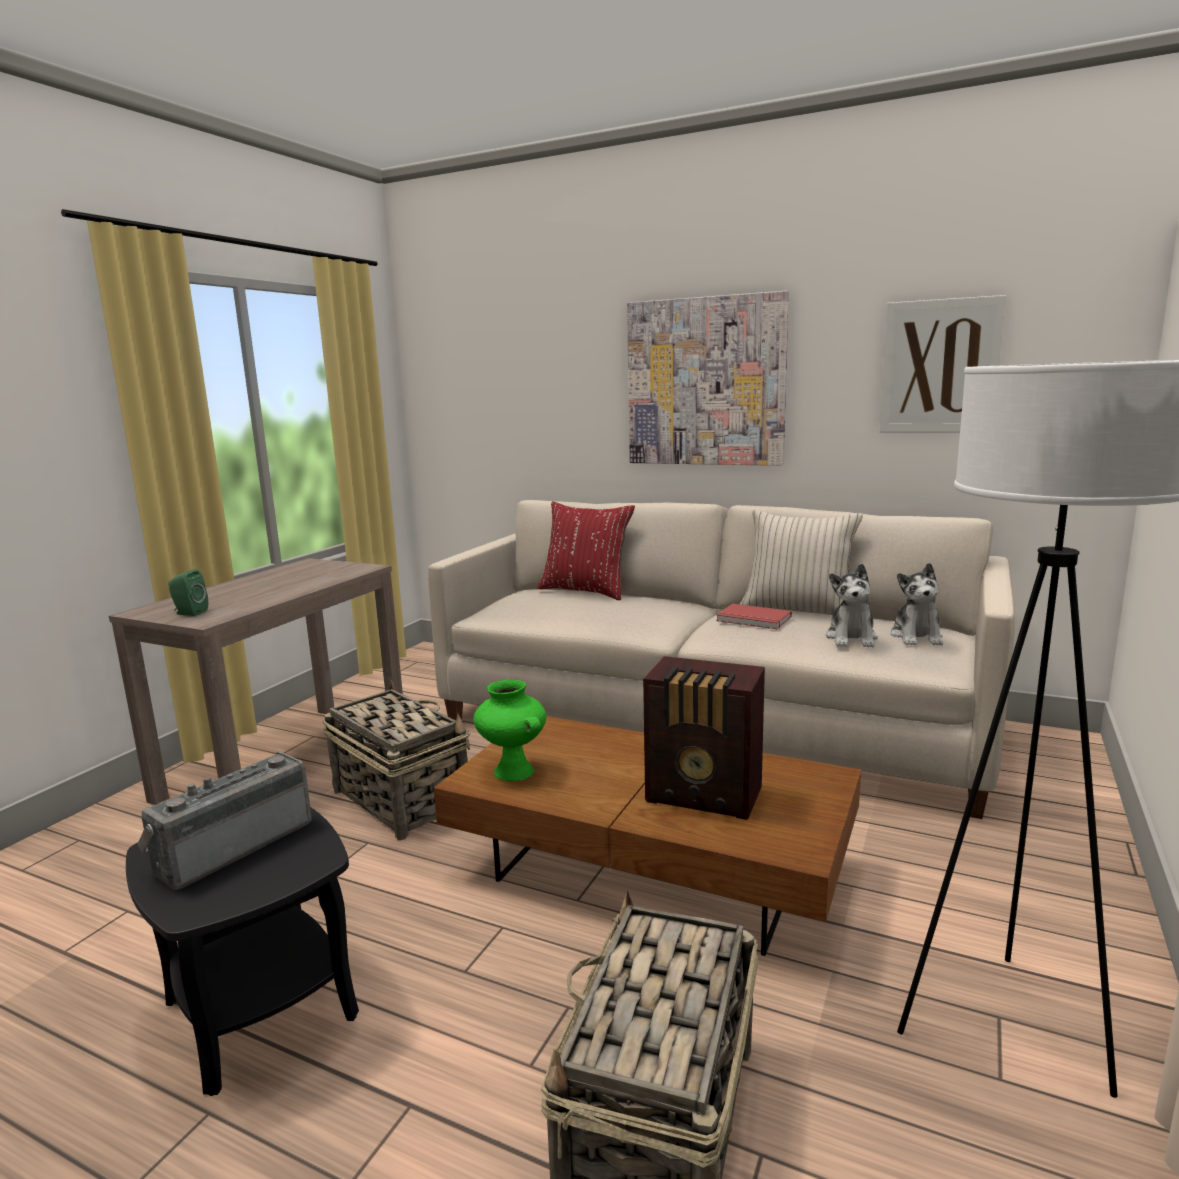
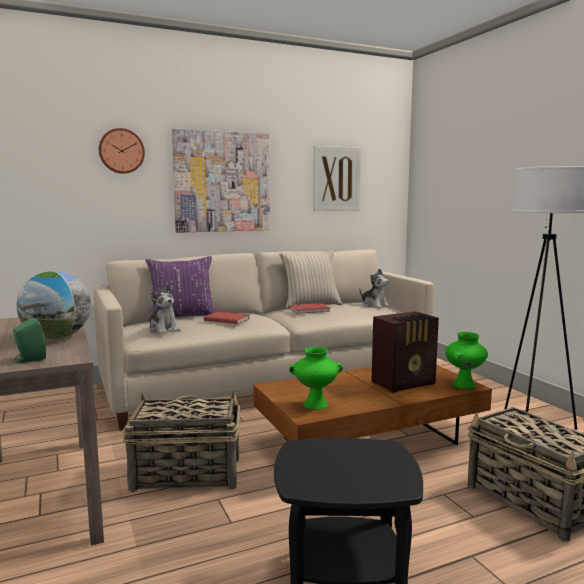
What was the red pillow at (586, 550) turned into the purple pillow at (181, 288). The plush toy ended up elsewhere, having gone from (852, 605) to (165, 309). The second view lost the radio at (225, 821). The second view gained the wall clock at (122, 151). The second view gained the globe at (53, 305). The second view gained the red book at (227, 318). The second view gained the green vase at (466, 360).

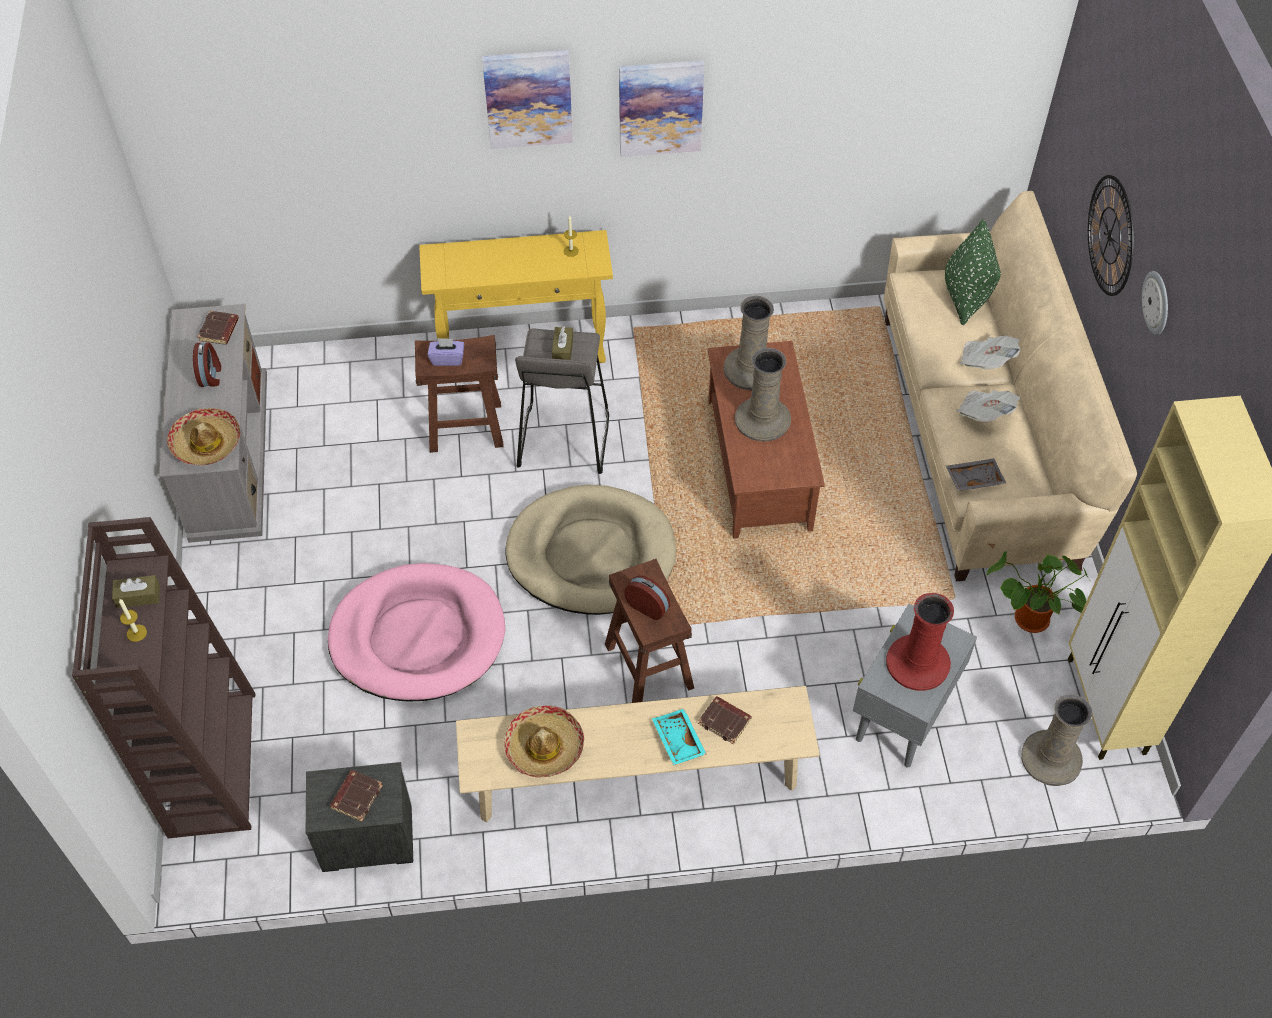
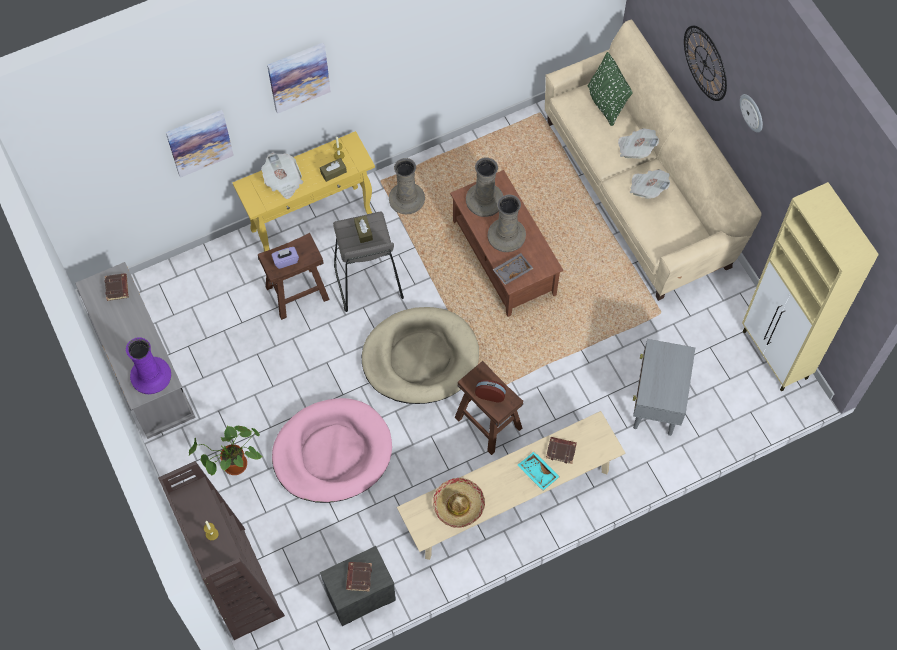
The picture ended up elsewhere, having gone from (661, 108) to (200, 144). The second view lost the alarm clock at (207, 364). Where the hat stood at (203, 436), the purple vase came to stand at (148, 365). The grey tray ended up elsewhere, having gone from (976, 474) to (513, 269). The potted plant ended up elsewhere, having gone from (1038, 592) to (225, 450). The brown tissue box ended up elsewhere, having gone from (136, 591) to (333, 170). The second view lost the red vase at (920, 642). The beige vase ended up elsewhere, having gone from (1056, 740) to (407, 186). The second view gained the newspaper at (282, 176).

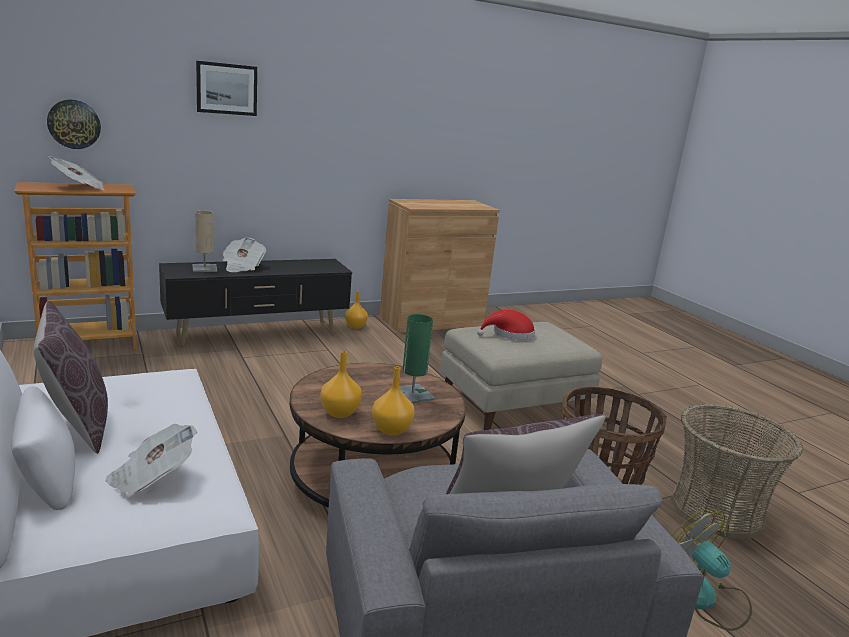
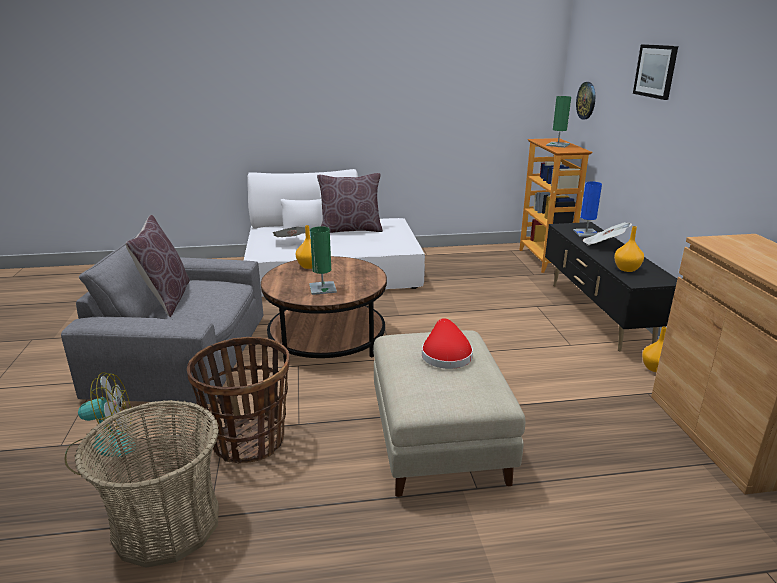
Where the newspaper stood at (76, 173), the green table lamp came to stand at (558, 122). What was the beige table lamp at (204, 241) turned into the blue table lamp at (587, 209). The orange vase ended up elsewhere, having gone from (393, 401) to (629, 249).

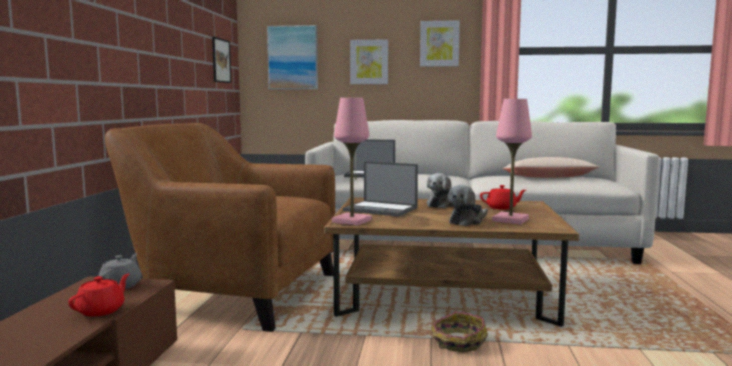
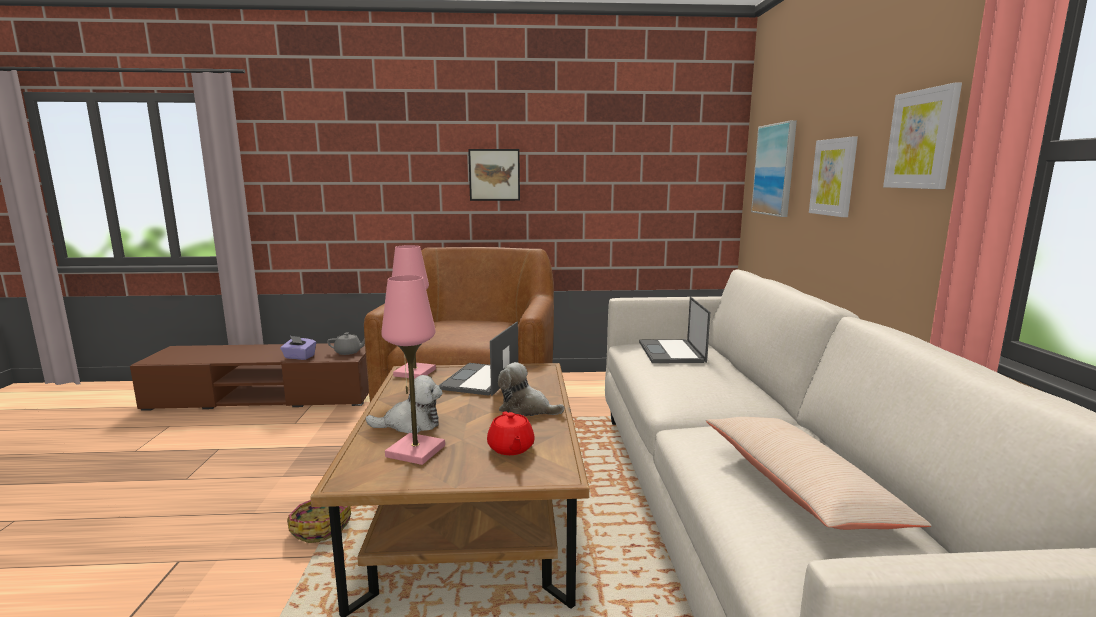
The picture ended up elsewhere, having gone from (221, 60) to (494, 175). The plush toy at (468, 205) ended up facing another way, 135 degrees clockwise from before. Where the red teapot stood at (98, 295), the purple tissue box came to stand at (298, 348).

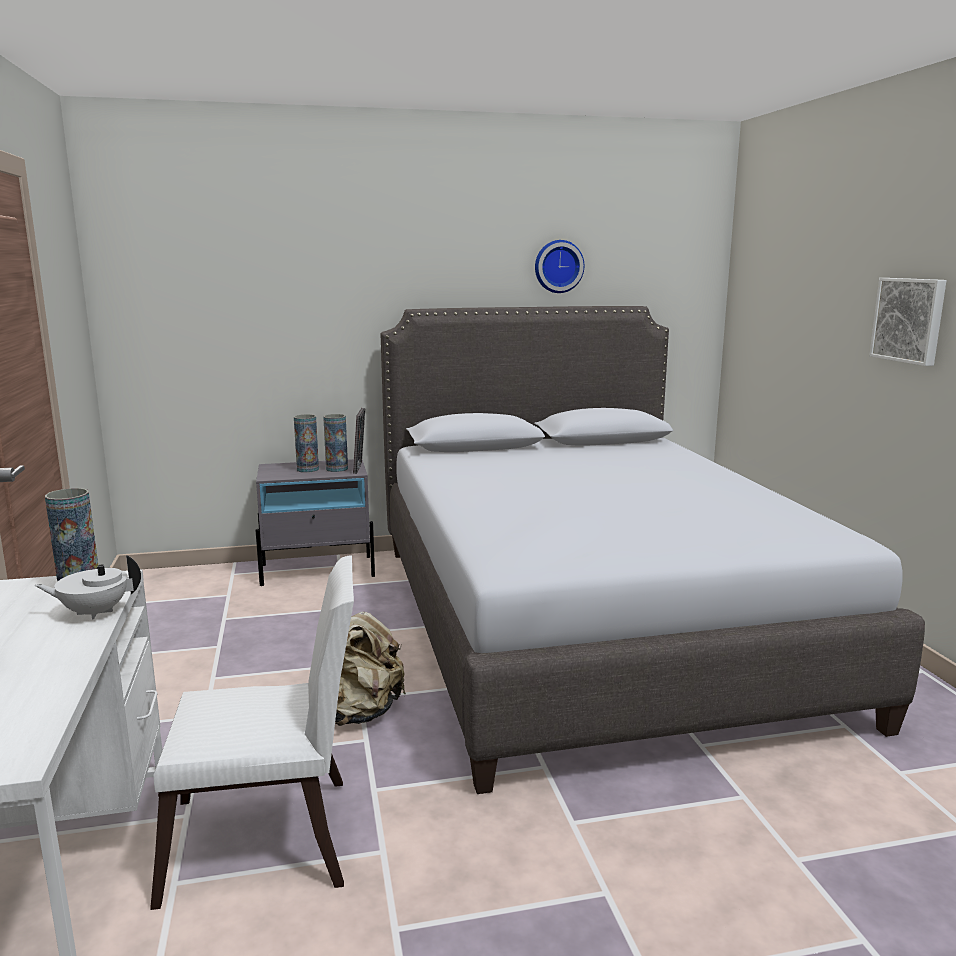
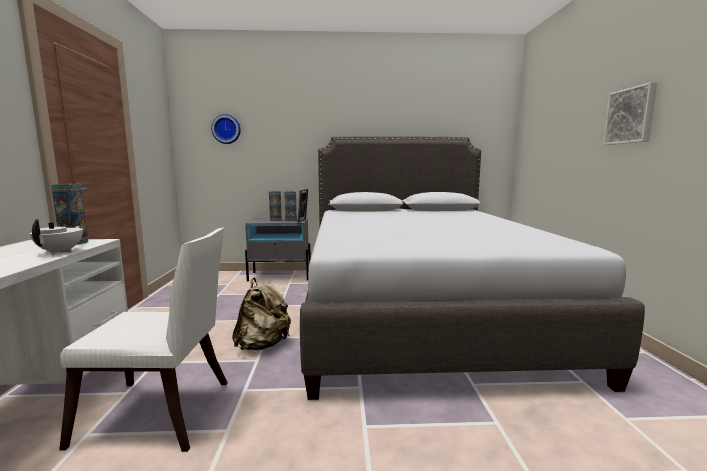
The wall clock ended up elsewhere, having gone from (559, 266) to (226, 129). The white teapot at (88, 587) ended up facing another way, 90 degrees clockwise from before.

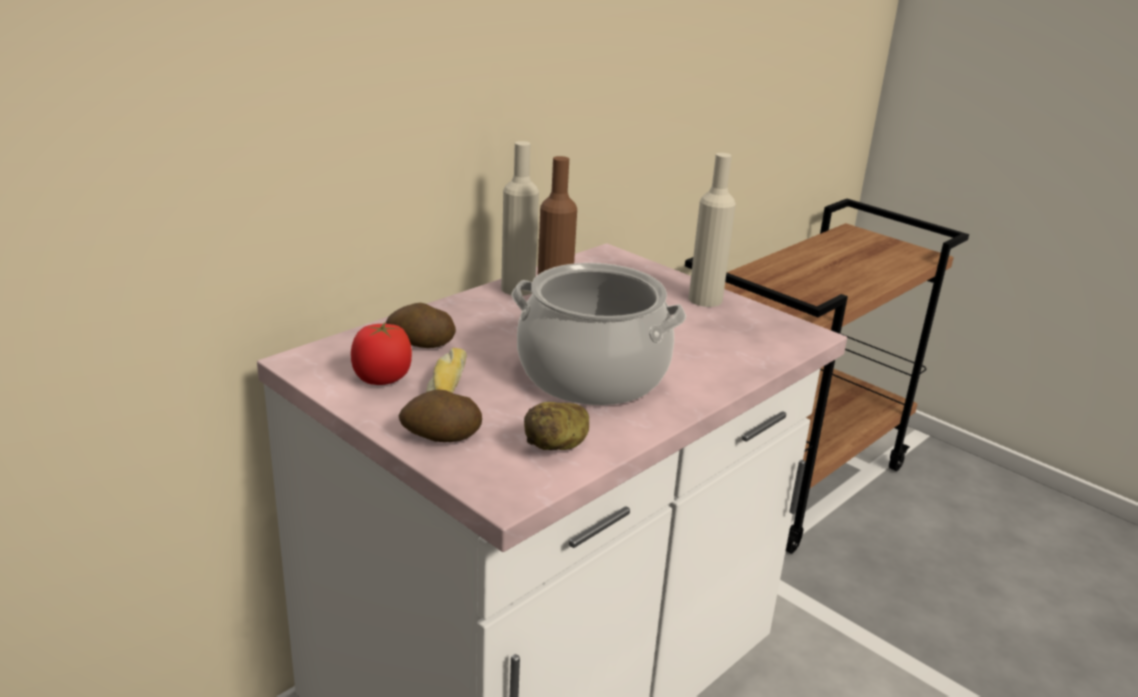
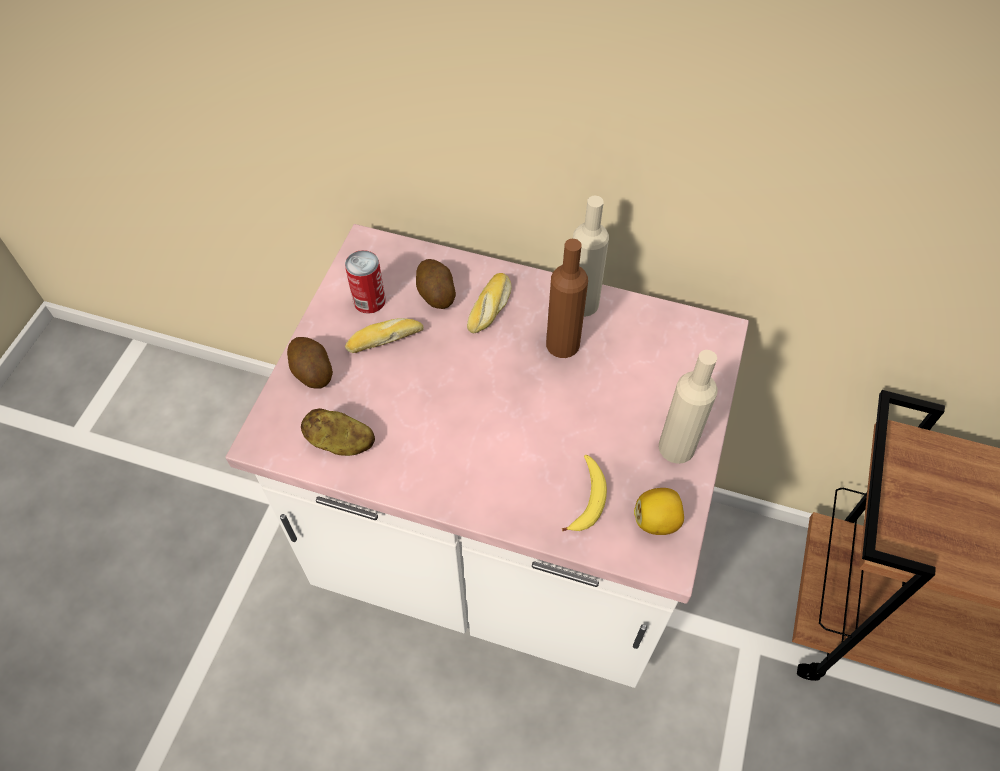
The second view lost the cooking pot at (599, 334). Where the tomato stood at (381, 353), the can came to stand at (365, 282). The second view gained the bread at (489, 303). The second view gained the banana at (584, 493). The second view gained the lemon at (659, 511).

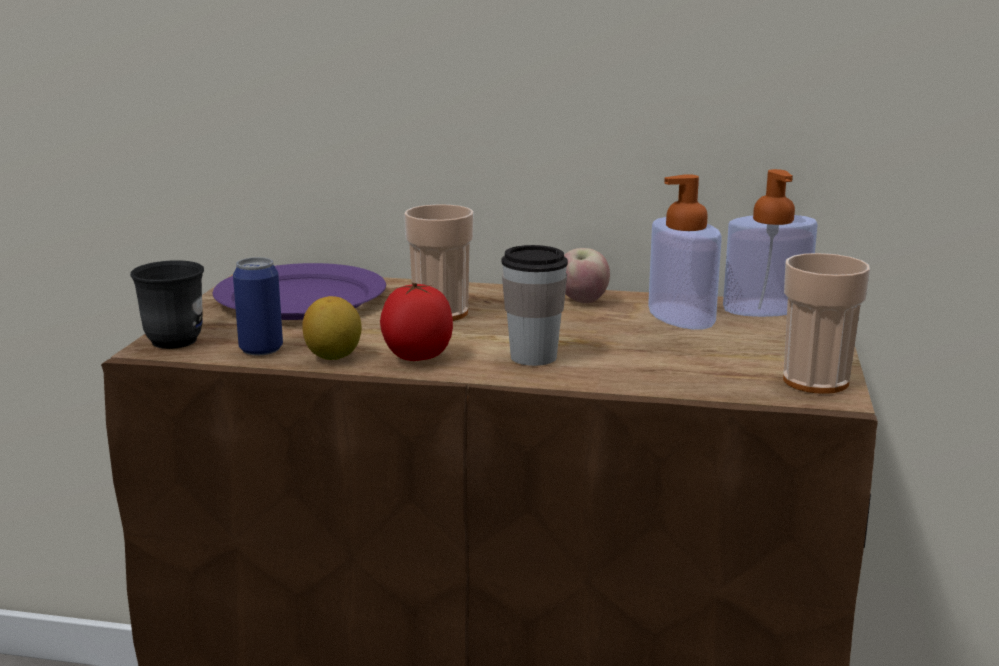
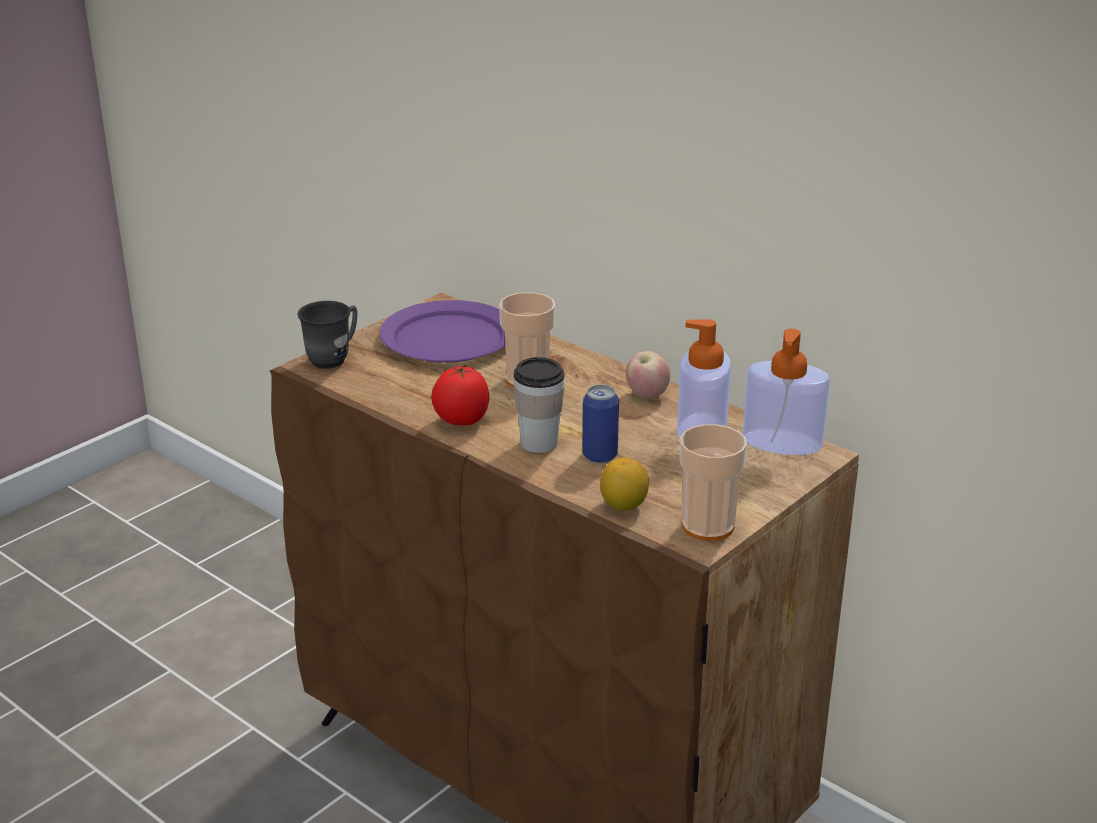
The can ended up elsewhere, having gone from (258, 306) to (600, 423). The lemon ended up elsewhere, having gone from (332, 328) to (624, 484).

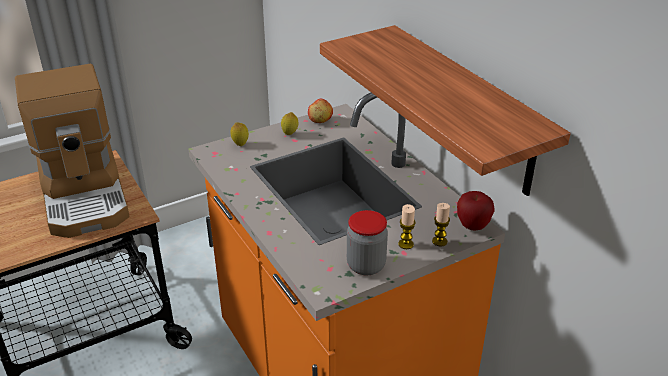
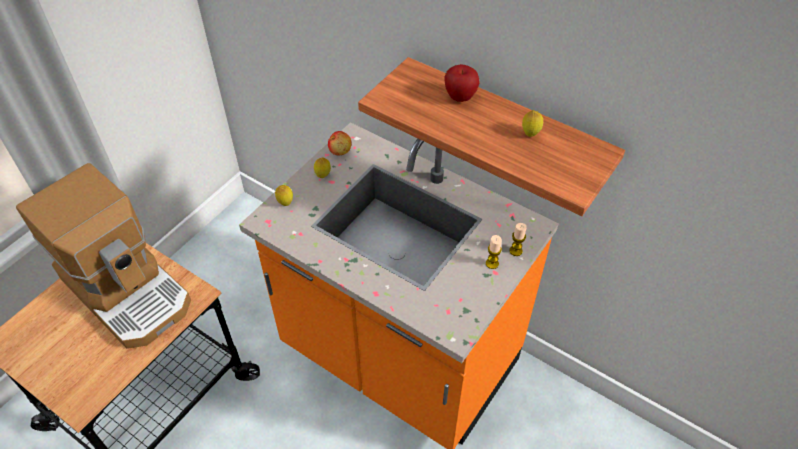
The apple ended up elsewhere, having gone from (476, 210) to (462, 83). The second view lost the jar at (367, 242). The second view gained the lemon at (532, 123).

